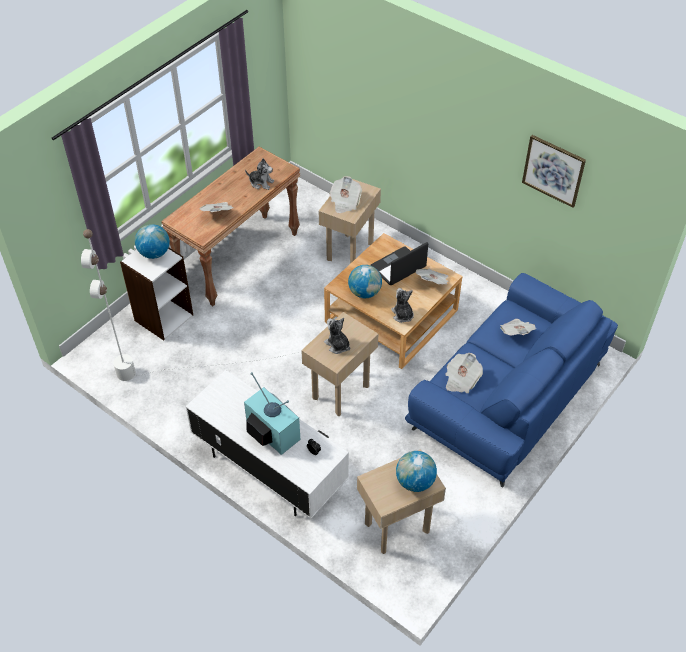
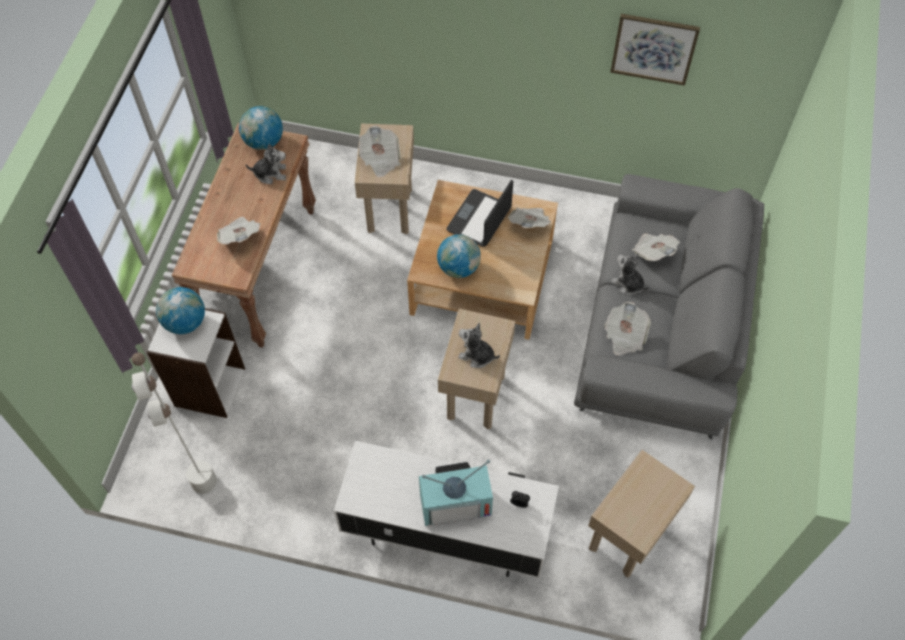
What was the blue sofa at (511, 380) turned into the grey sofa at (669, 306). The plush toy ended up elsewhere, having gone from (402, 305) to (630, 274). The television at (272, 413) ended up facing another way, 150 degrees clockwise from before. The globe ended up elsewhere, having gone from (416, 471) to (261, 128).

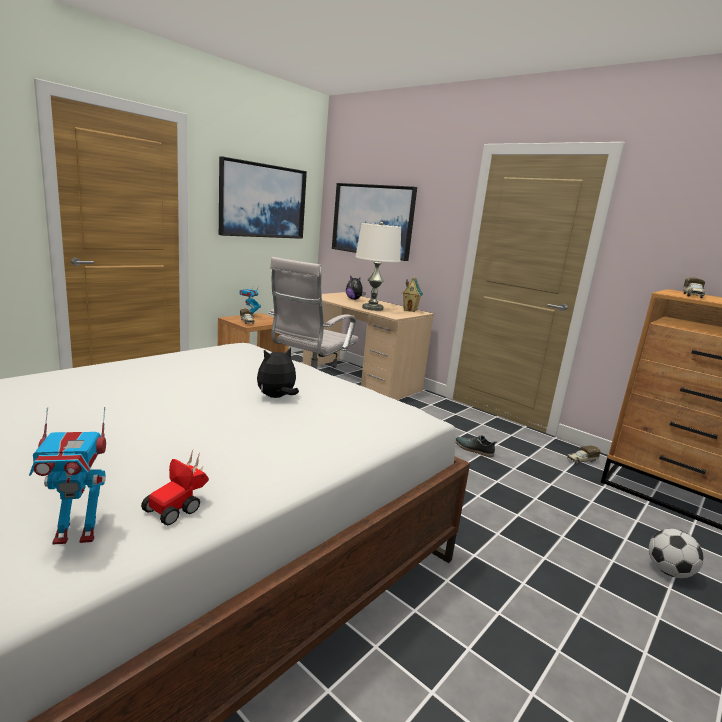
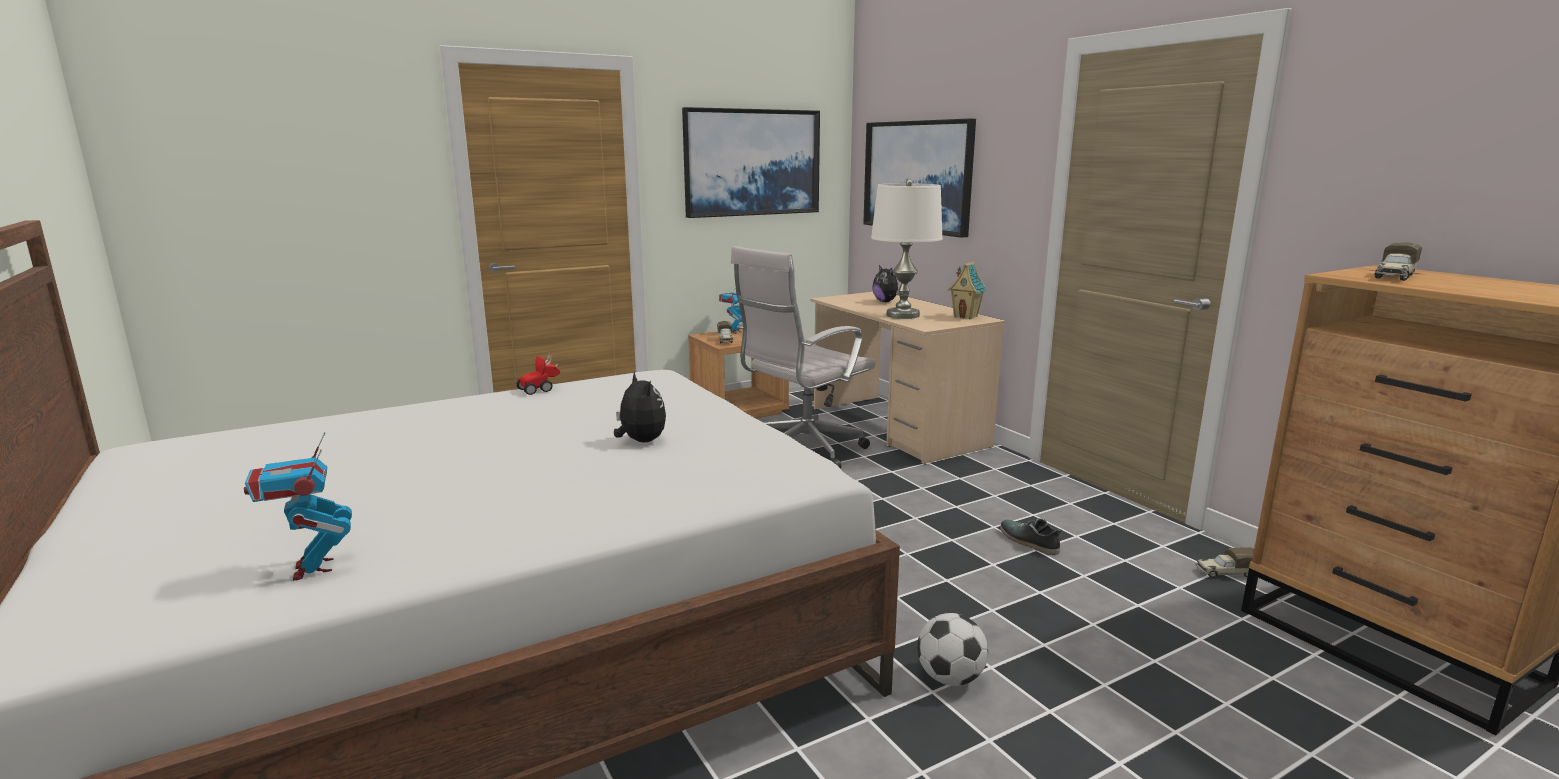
The plush toy at (278, 372) ended up facing another way, 75 degrees clockwise from before. The toy robot at (67, 476) ended up facing another way, 60 degrees clockwise from before. The toy car ended up elsewhere, having gone from (175, 488) to (538, 373). The football ended up elsewhere, having gone from (676, 553) to (952, 649).

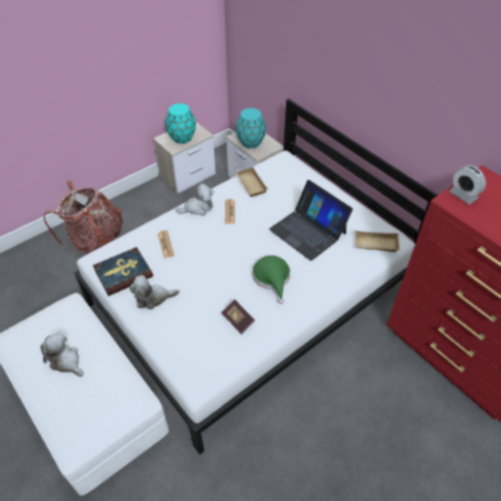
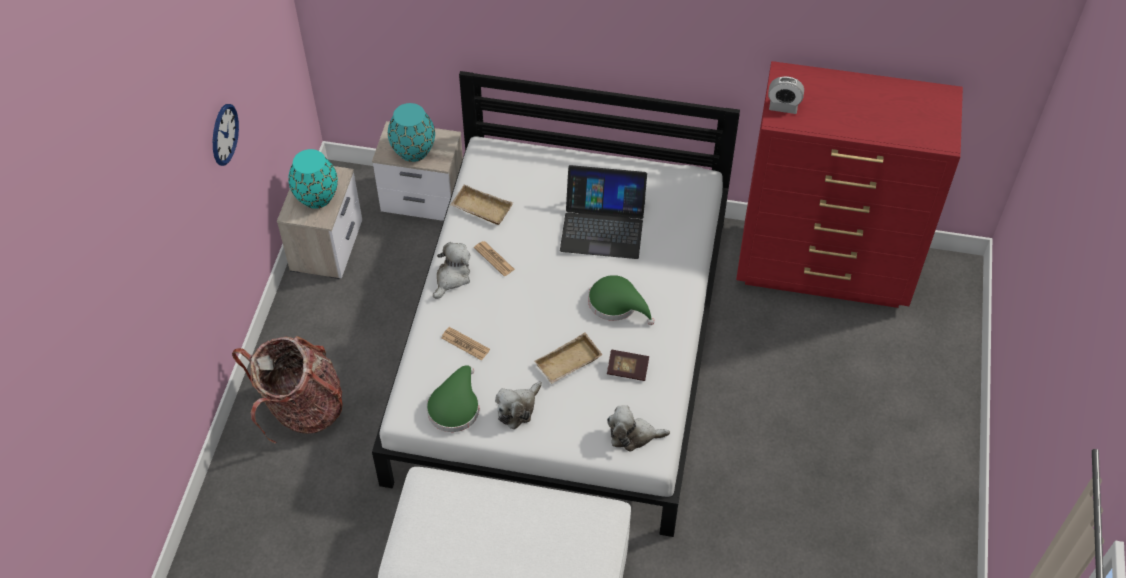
The beige tray ended up elsewhere, having gone from (377, 241) to (569, 358). Where the book stood at (123, 271), the green hat came to stand at (452, 398). The plush toy ended up elsewhere, having gone from (61, 354) to (638, 428). The second view gained the wall clock at (226, 135).

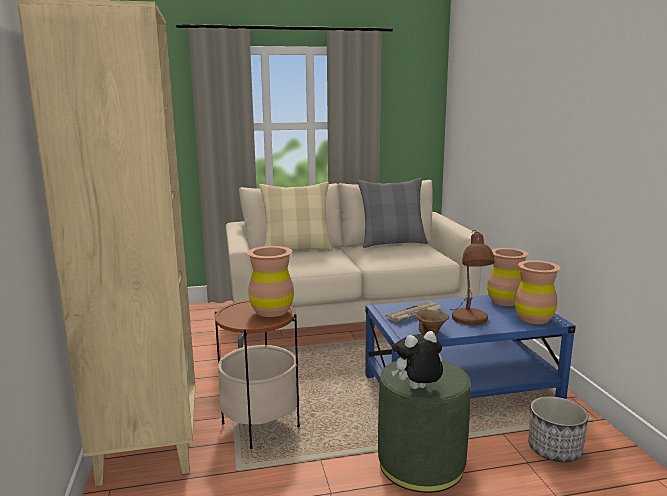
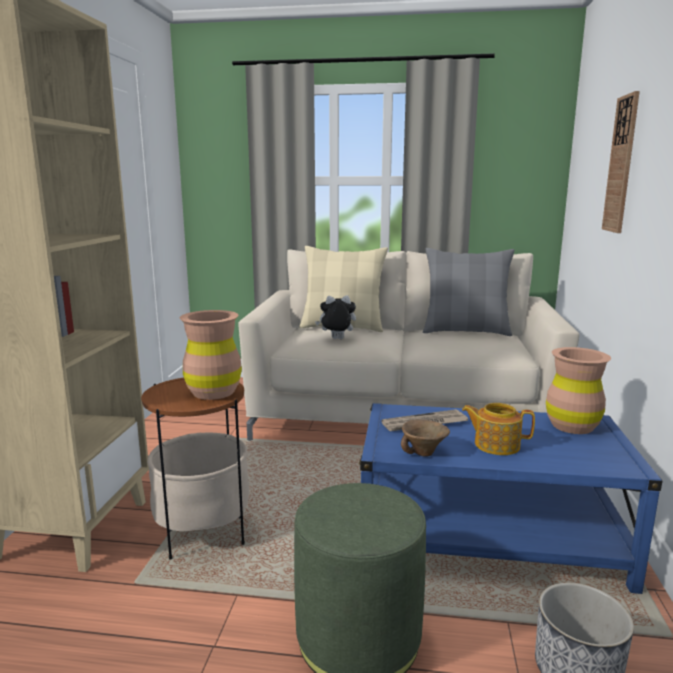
Where the brown table lamp stood at (473, 277), the teapot came to stand at (498, 429). The second view lost the brown vase at (537, 292). The plush toy ended up elsewhere, having gone from (417, 360) to (335, 317). The second view gained the wall clock at (621, 162).

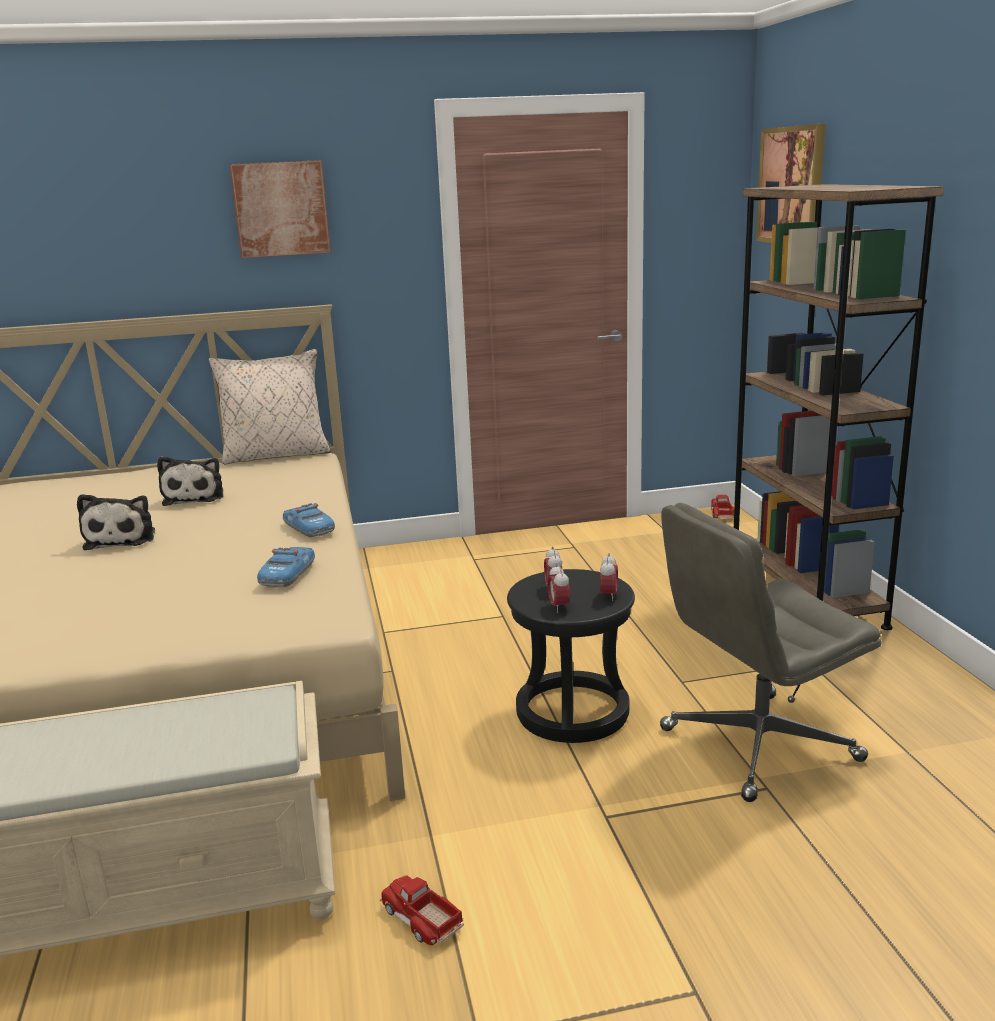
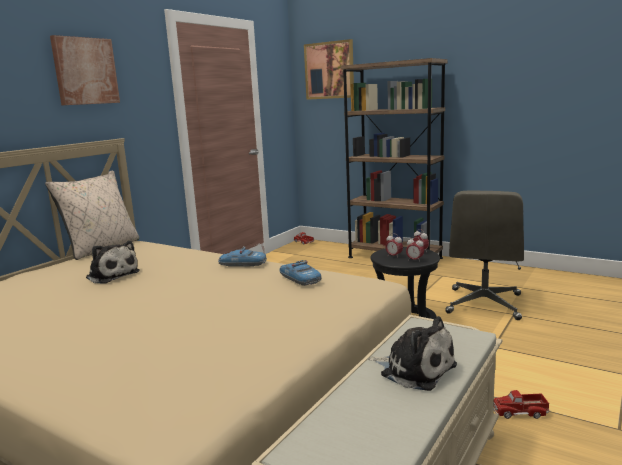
The plush toy ended up elsewhere, having gone from (116, 522) to (412, 353).

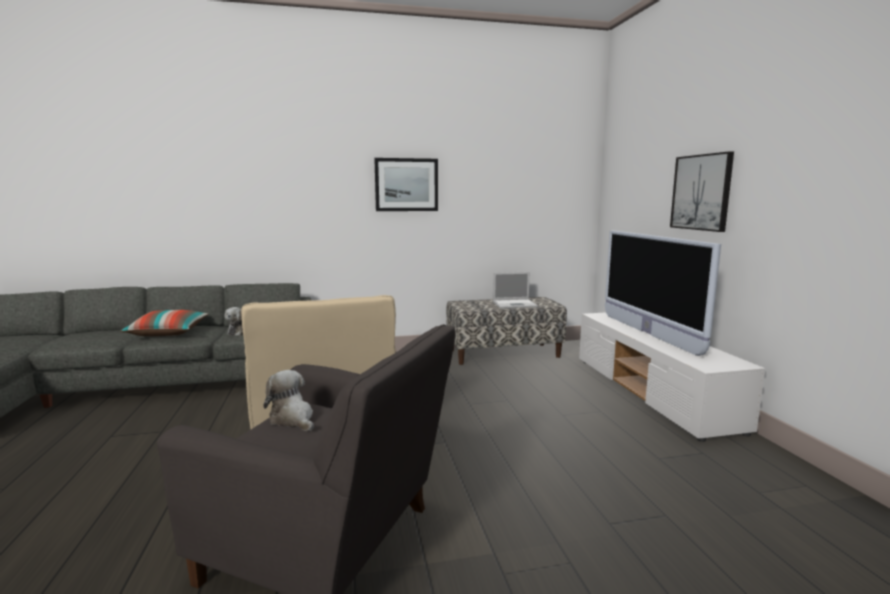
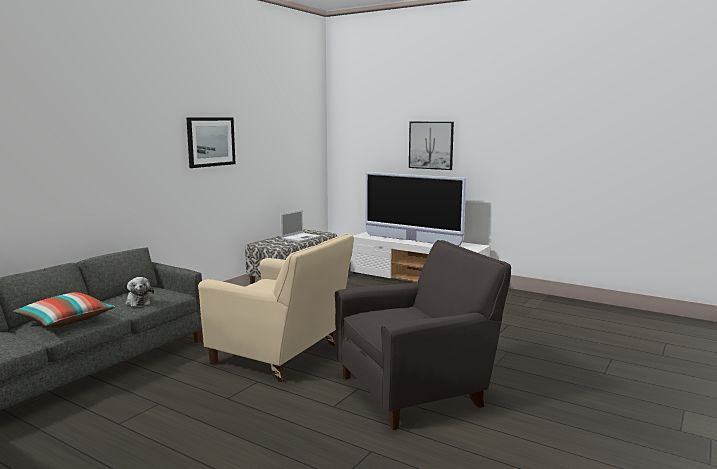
The second view lost the plush toy at (288, 400).

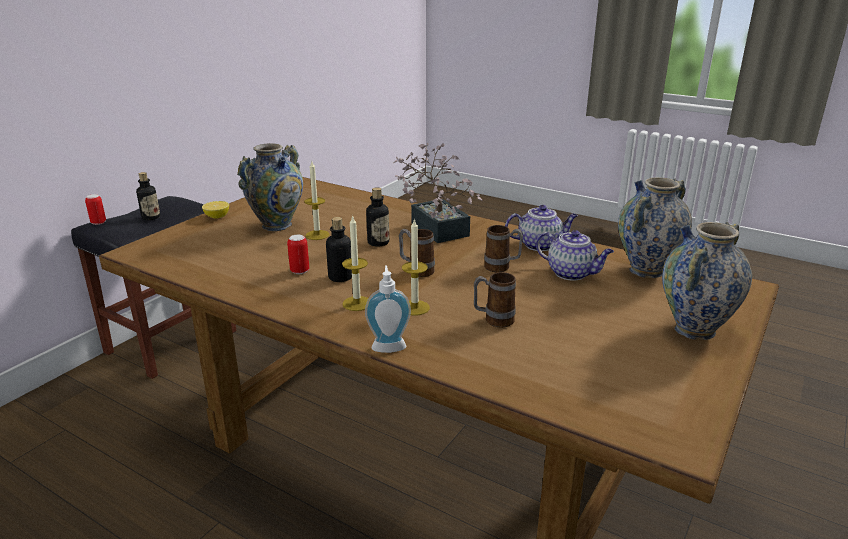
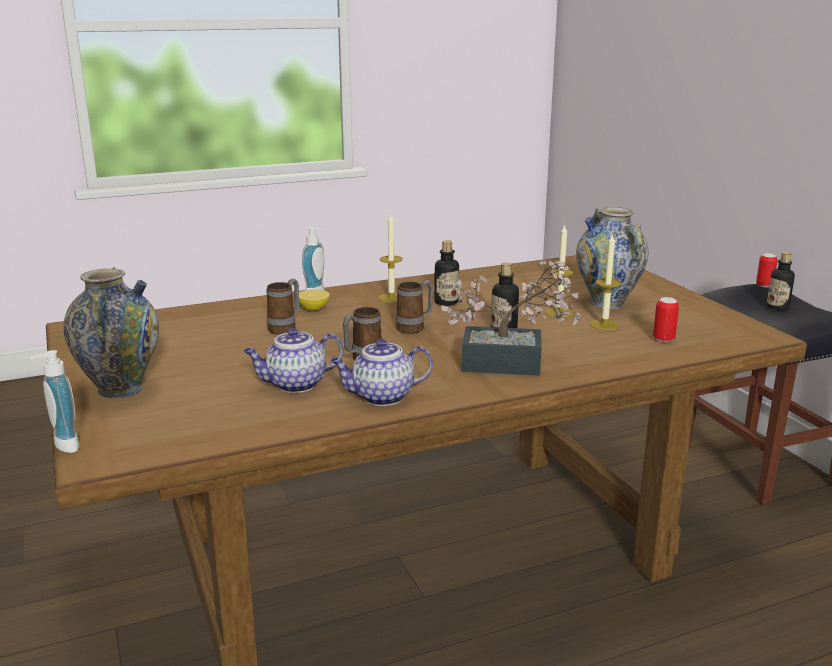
The second view lost the vase at (655, 227). The lemon ended up elsewhere, having gone from (215, 210) to (314, 300). The teapot at (541, 228) ended up facing another way, 45 degrees clockwise from before. The candle ended up elsewhere, having gone from (416, 267) to (605, 281). The can ended up elsewhere, having gone from (298, 254) to (666, 319). The second view gained the soap dispenser at (54, 401).

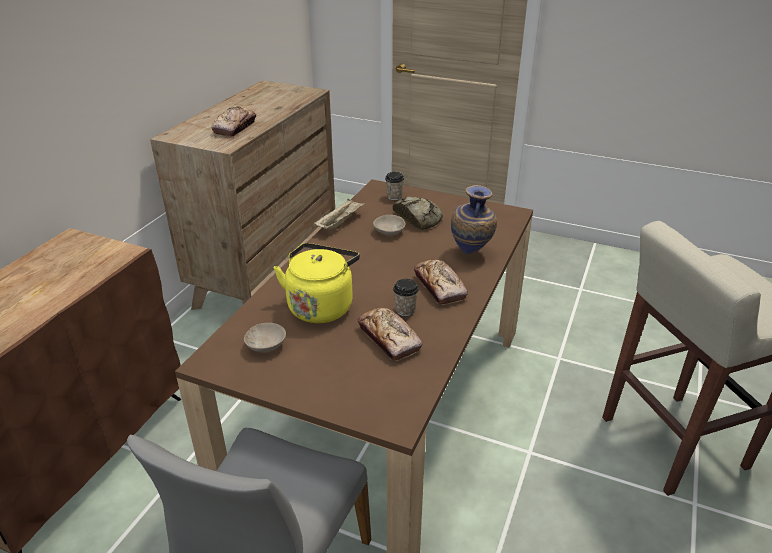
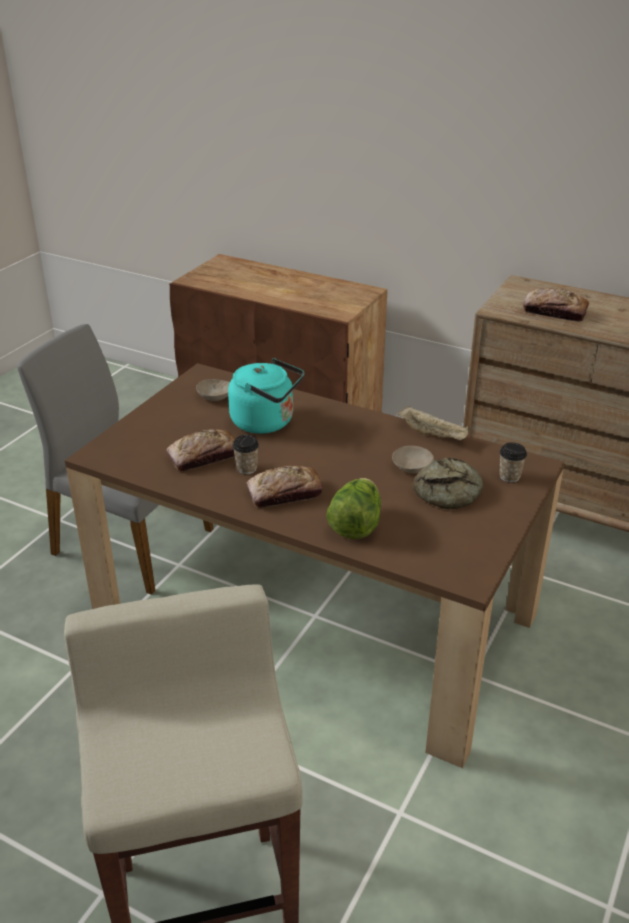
Where the vase stood at (474, 219), the lettuce came to stand at (353, 508). What was the yellow kettle at (317, 283) turned into the turquoise kettle at (266, 396).

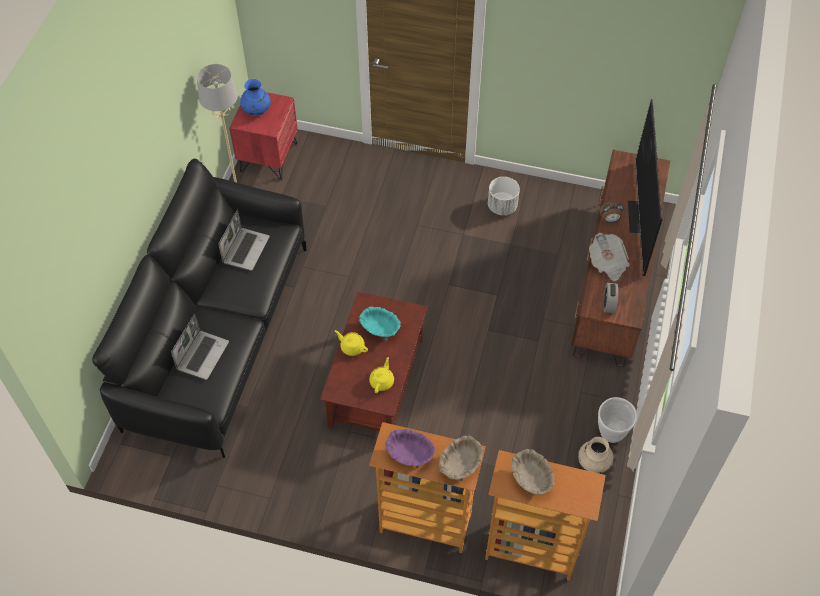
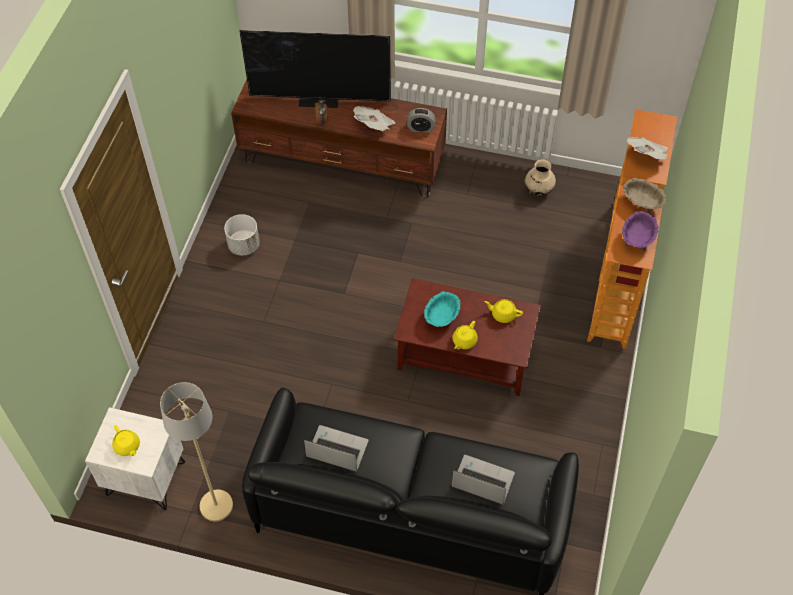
Where the blue vase stood at (255, 97), the yellow teapot came to stand at (126, 440). What was the red nightstand at (263, 136) turned into the white nightstand at (135, 458). The second view lost the white planter at (617, 420). Where the beige bowl stood at (533, 472), the newspaper came to stand at (647, 148).

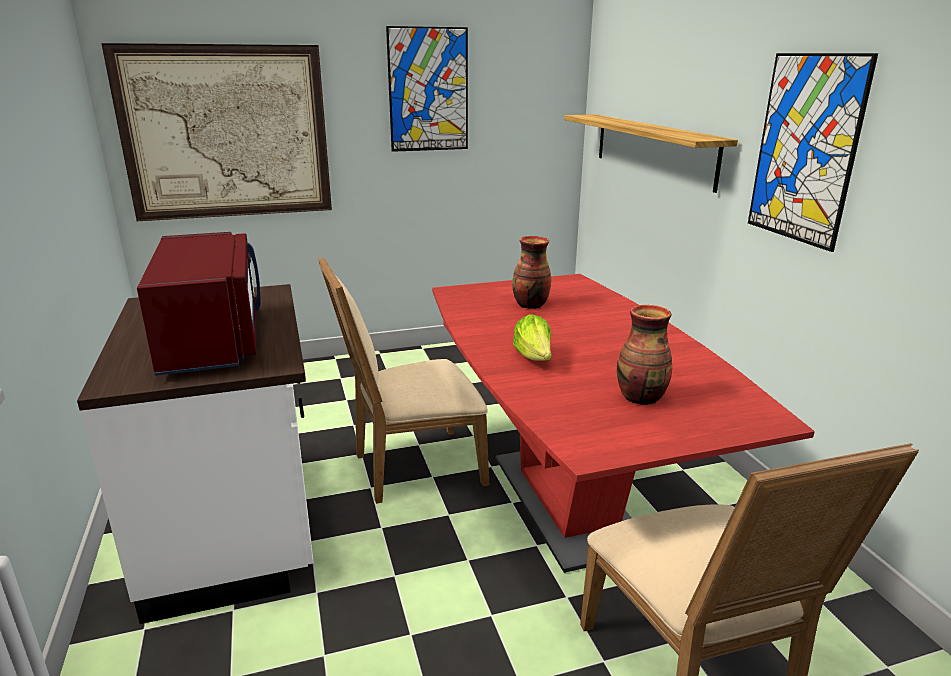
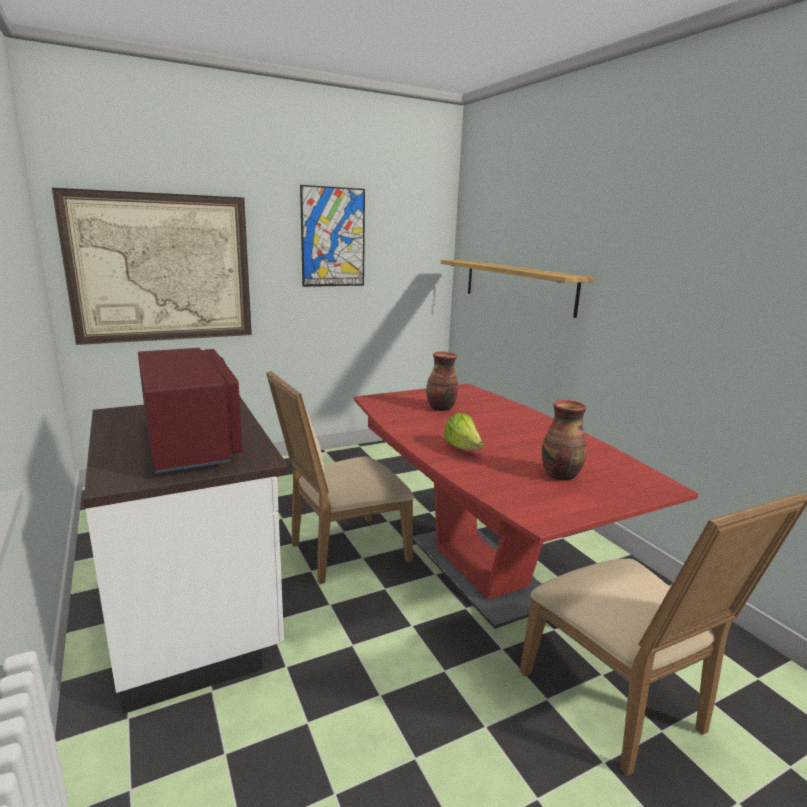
The second view lost the picture at (813, 152).

